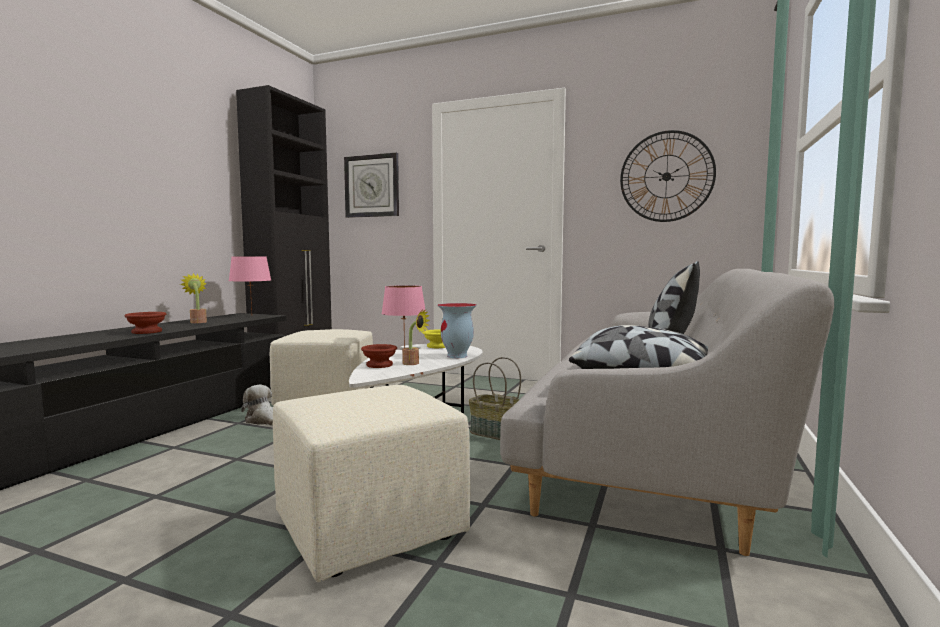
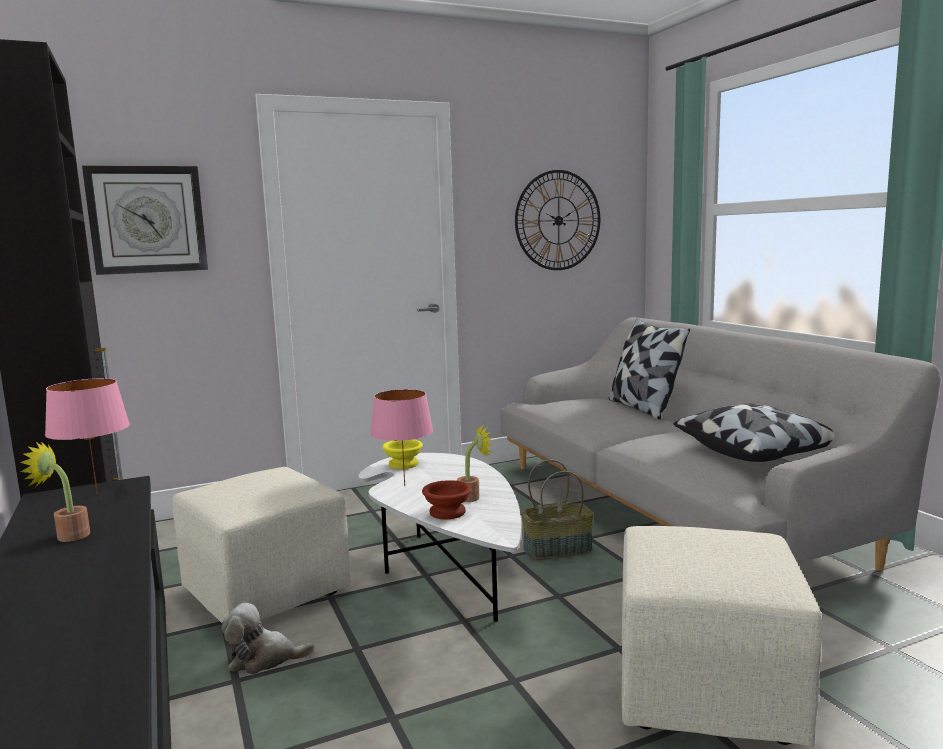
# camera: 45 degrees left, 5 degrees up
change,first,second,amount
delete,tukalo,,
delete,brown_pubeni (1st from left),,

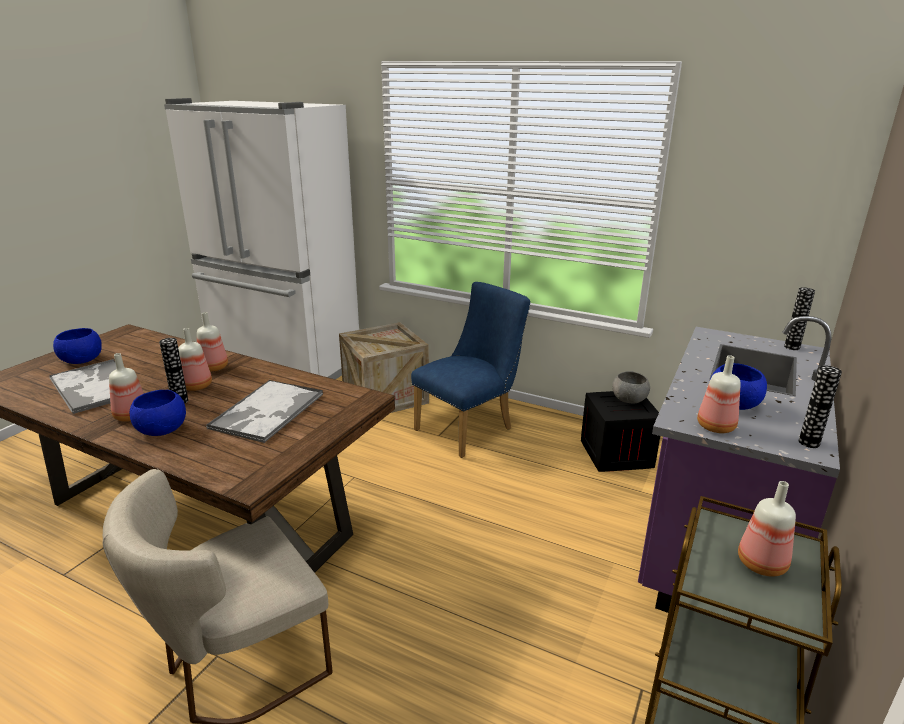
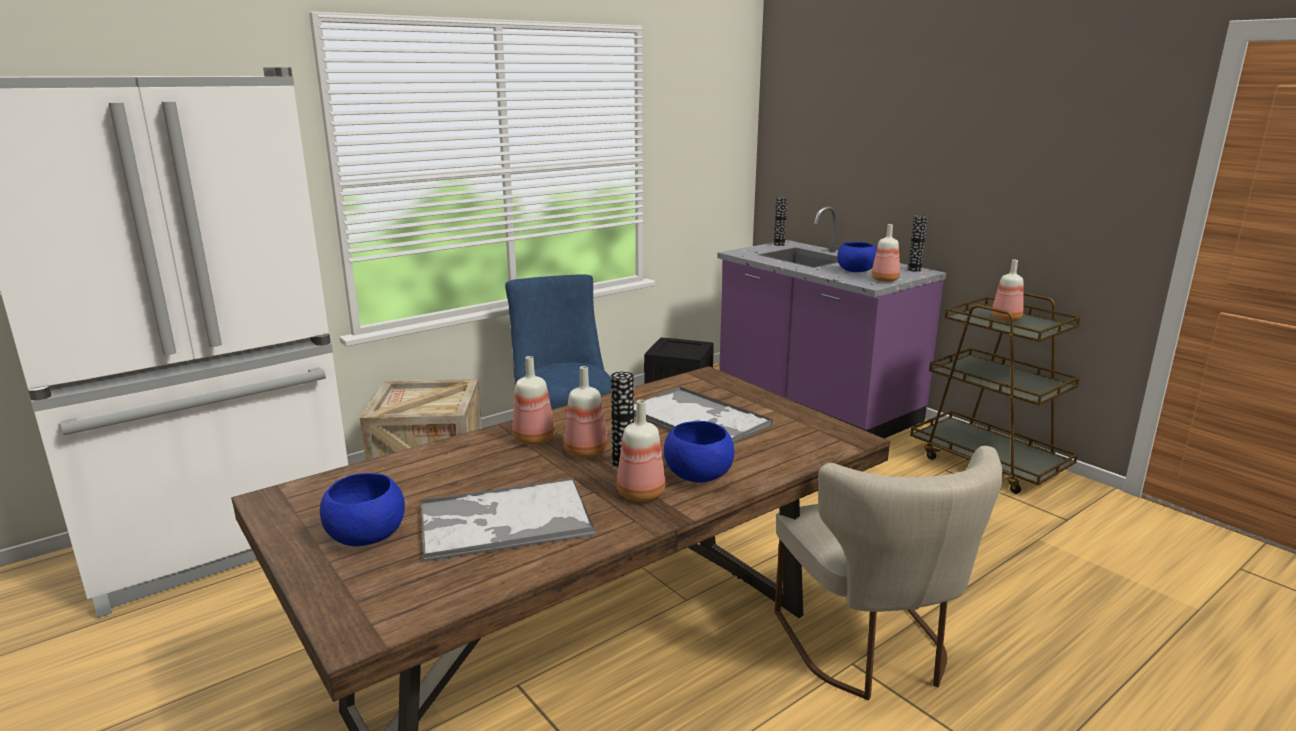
# camera: 65 degrees left, 5 degrees down
change,first,second,amount
delete,grey_pubeni,,

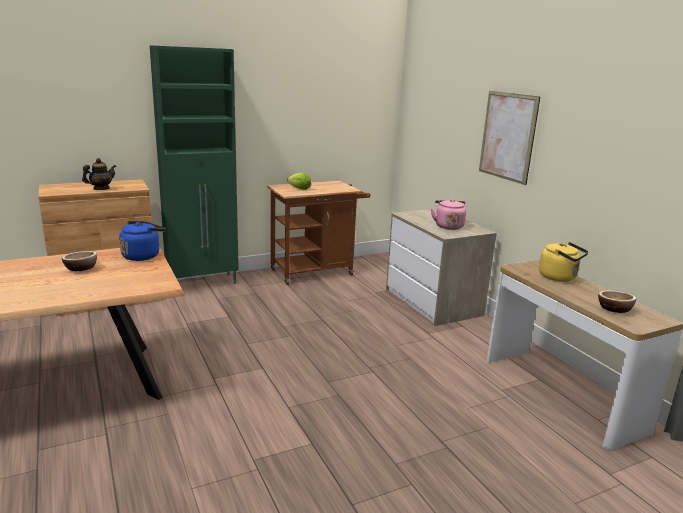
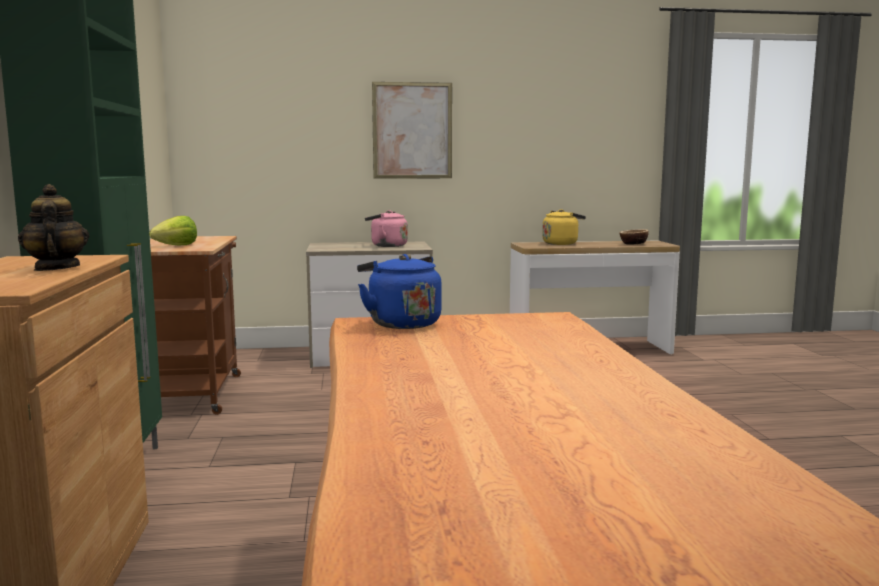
# camera: 70 degrees left, 10 degrees down
change,first,second,amount
delete,pubeni (1st from left),,

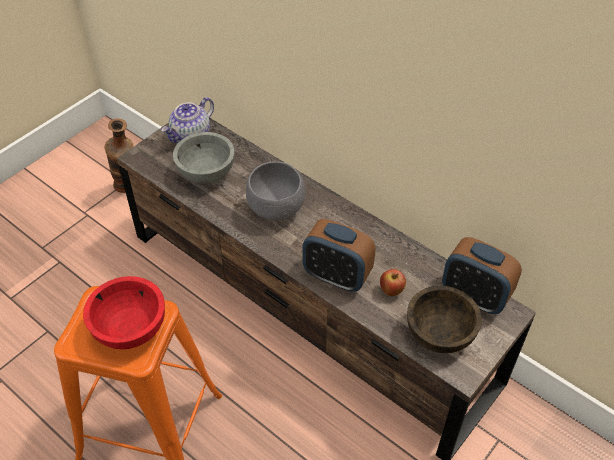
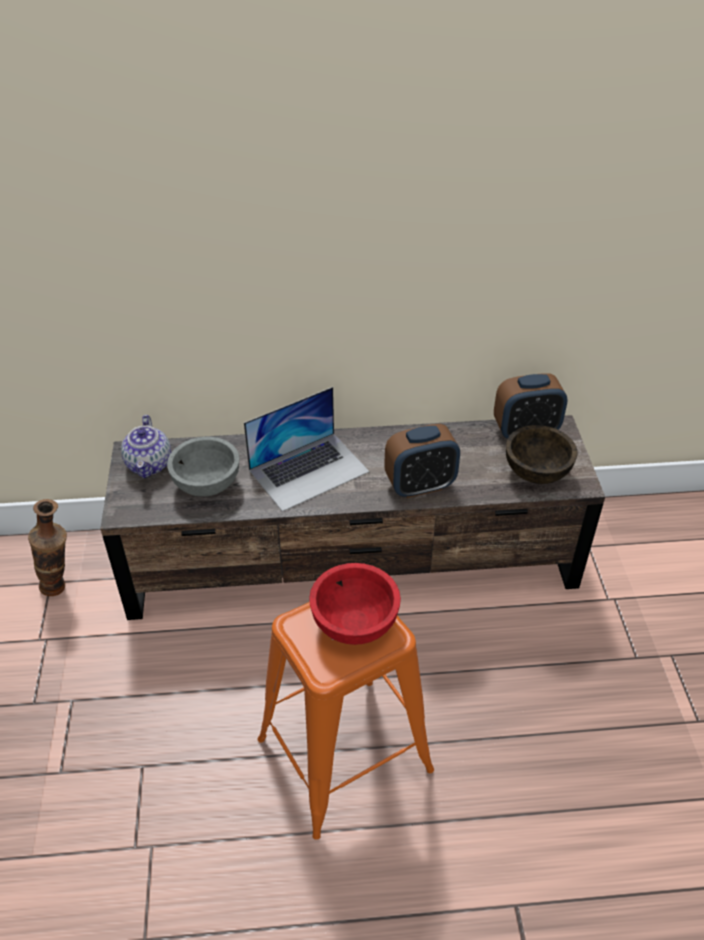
# camera: 45 degrees left, 5 degrees down
change,first,second,amount
replace,grey_pubeni (2nd from left),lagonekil,
delete,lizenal,,

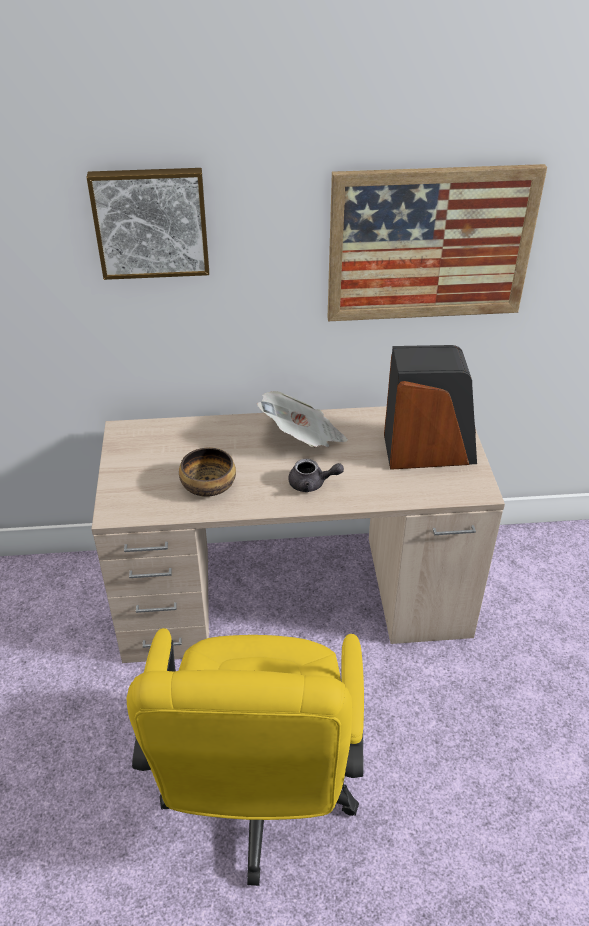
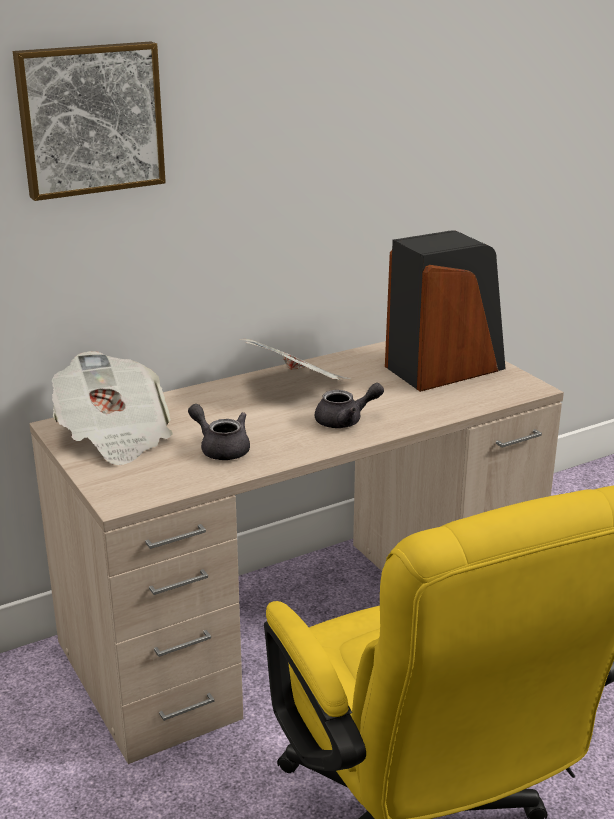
# camera: 25 degrees left, 15 degrees down
change,first,second,amount
delete,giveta (2nd from left),,
replace,pubeni,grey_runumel (1st from left),
insert,,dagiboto (1st from left),

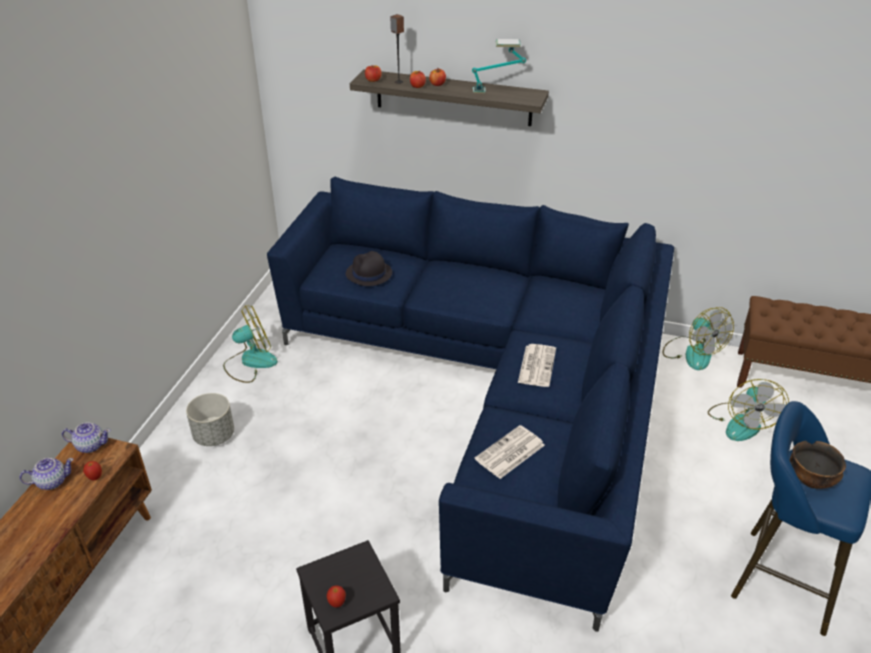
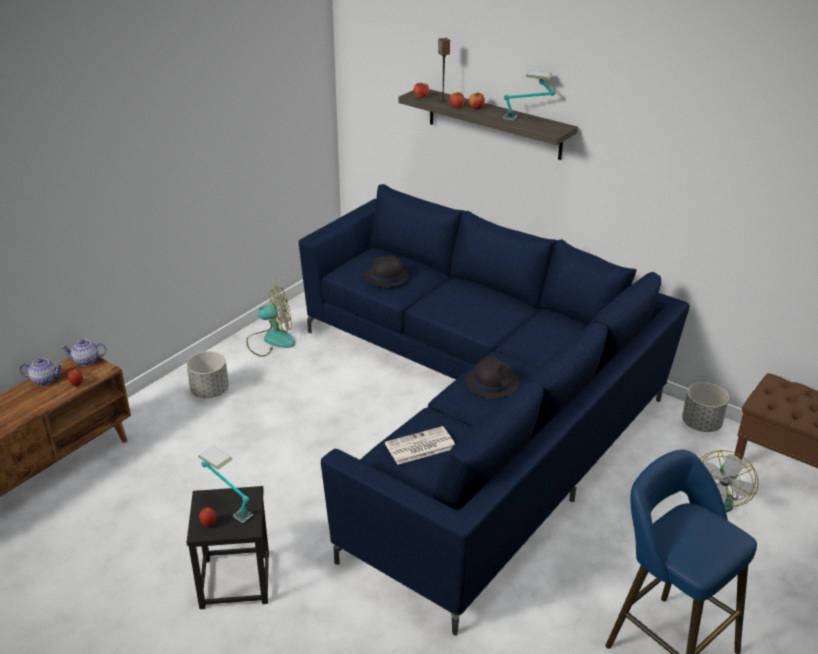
# camera: 20 degrees right, 5 degrees down
change,first,second,amount
replace,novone (2nd from left),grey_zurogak (2nd from left),
replace,dagiboto (2nd from left),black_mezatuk (2nd from left),
rotate,runumel (2nd from left),,150 degrees clockwise
delete,pubeni,,
insert,,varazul (1st from left),

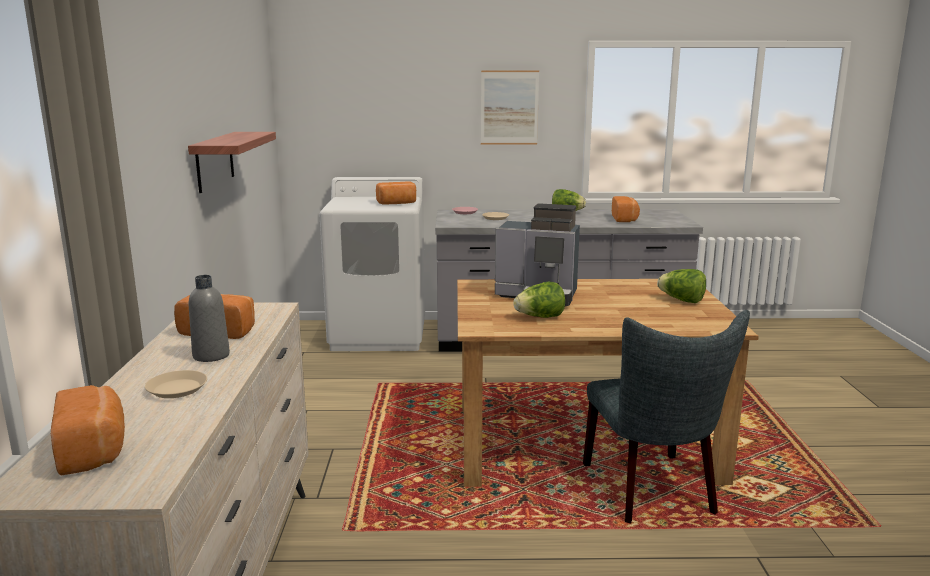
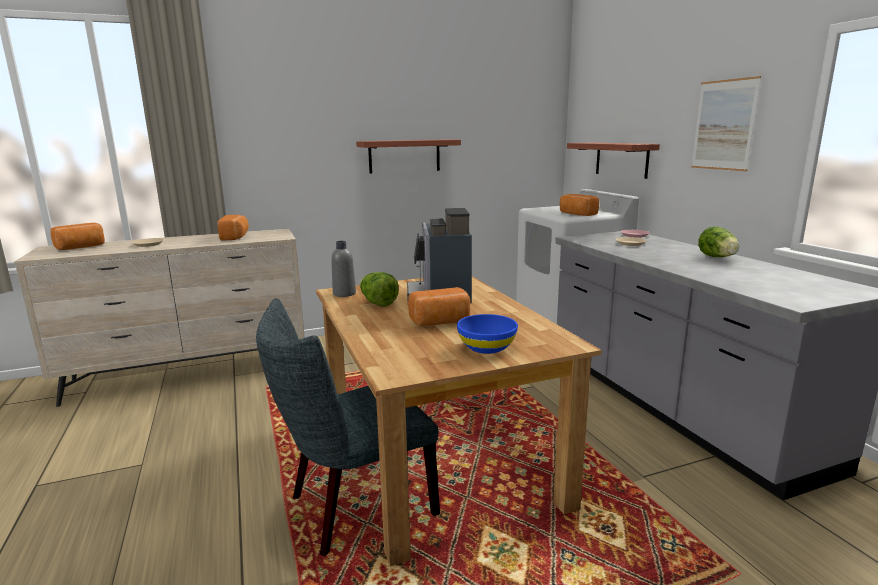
# camera: 70 degrees right, 0 degrees up
change,first,second,amount
move,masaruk (4th from left in the first image),masaruk (3rd from left),
replace,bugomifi (3rd from left),blue_pubeni,
move,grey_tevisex,,
insert,,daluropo (2nd from left),

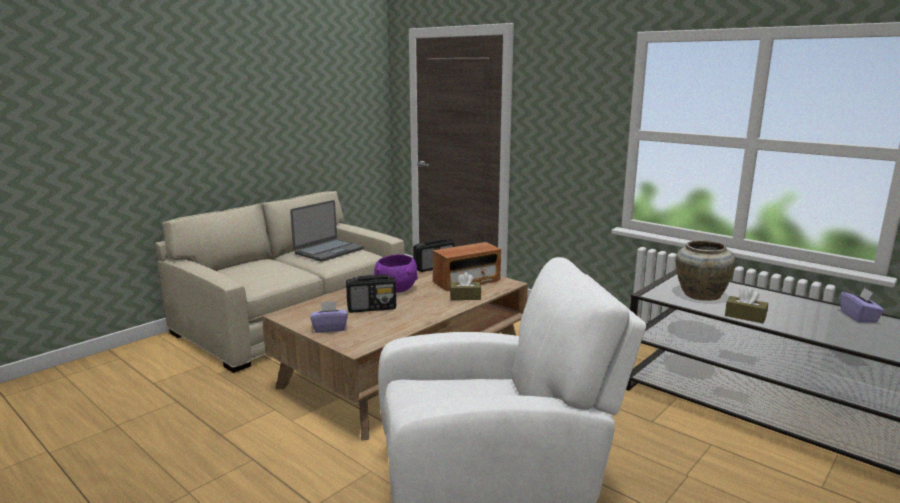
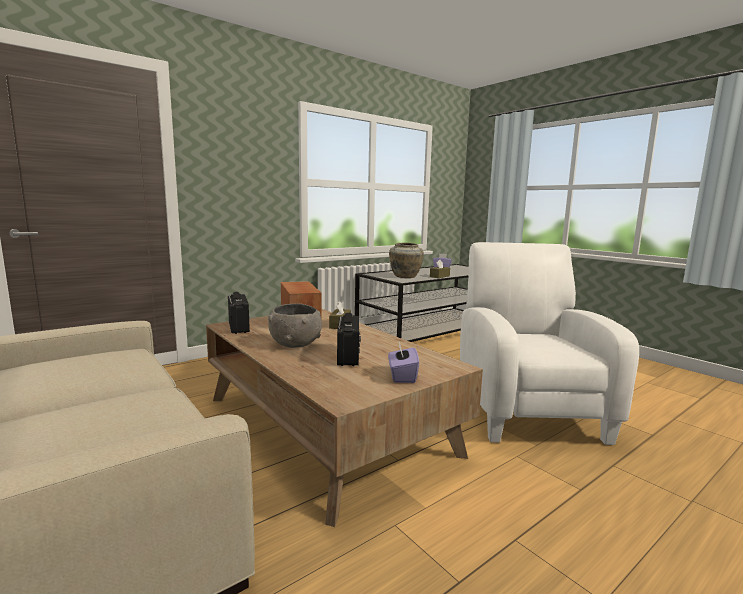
# camera: 80 degrees left, 5 degrees down
change,first,second,amount
delete,lagonekil,,
recolor,purple_pubeni,grey_pubeni,

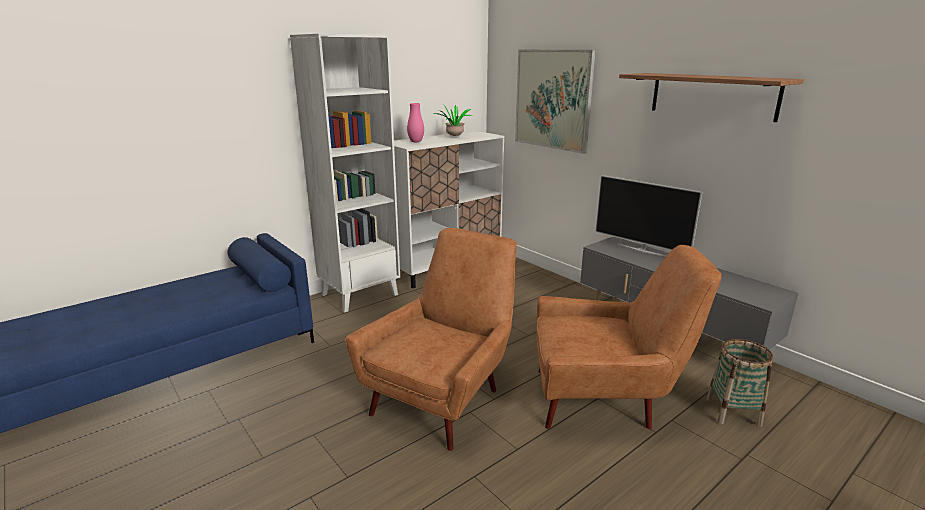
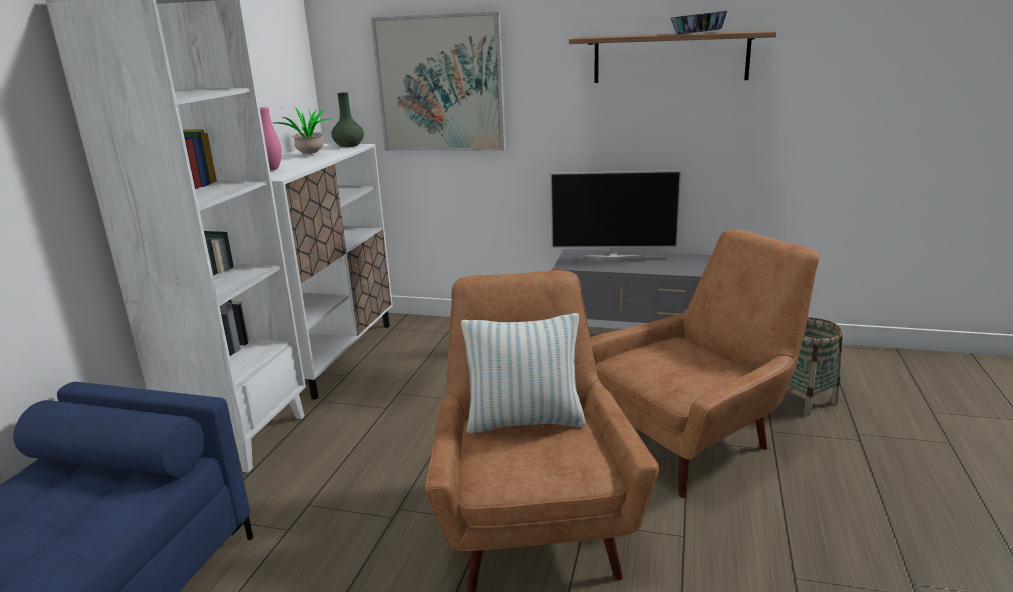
# camera: 35 degrees left, 0 degrees up
change,first,second,amount
insert,,pubeni,
insert,,green_tukalo,
insert,,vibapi,

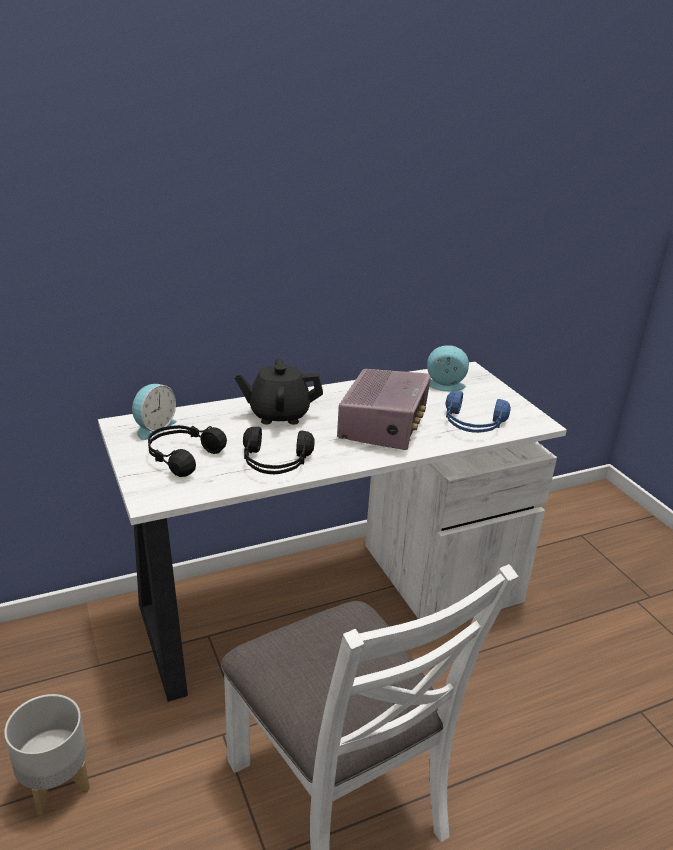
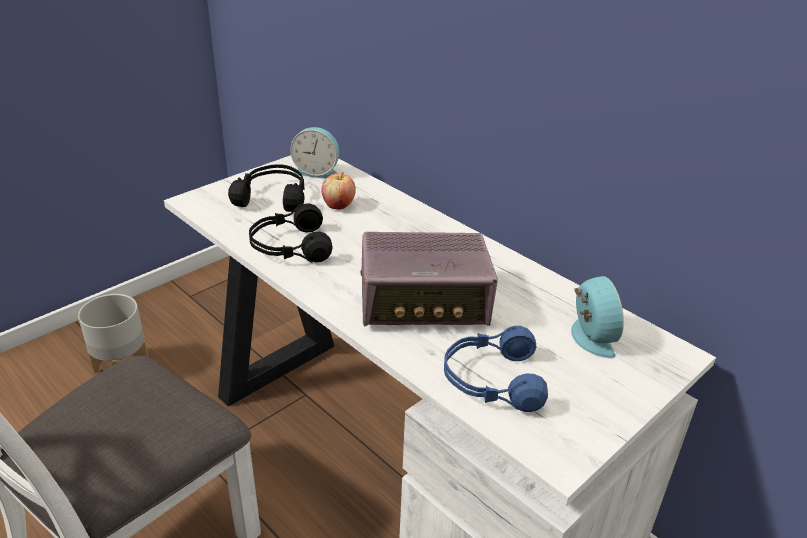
# camera: 70 degrees right, 5 degrees up
change,first,second,amount
delete,black_runumel,,
insert,,lizenal,

